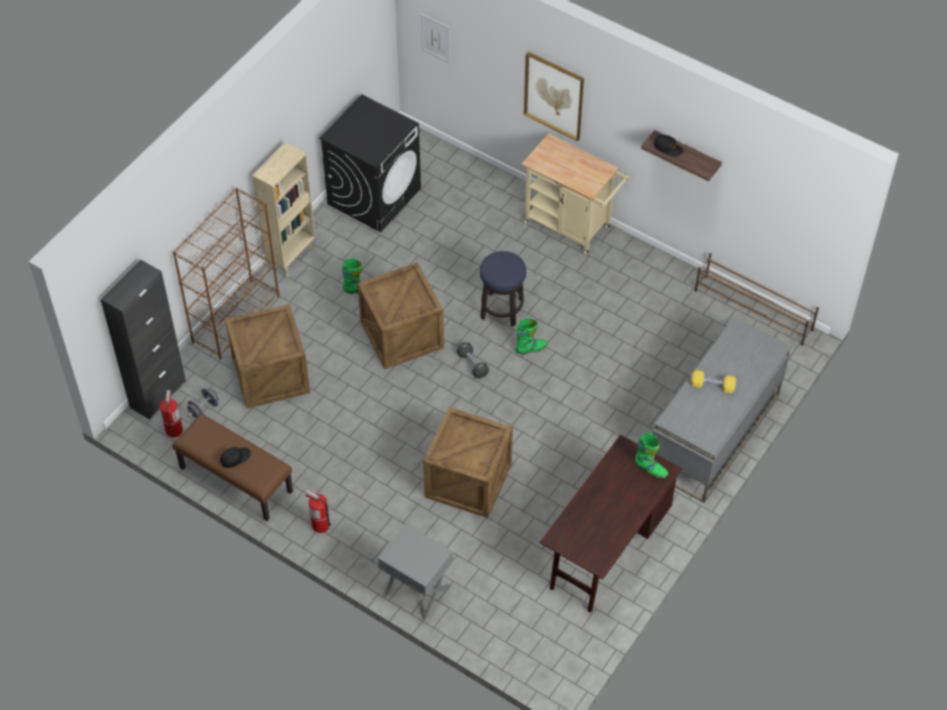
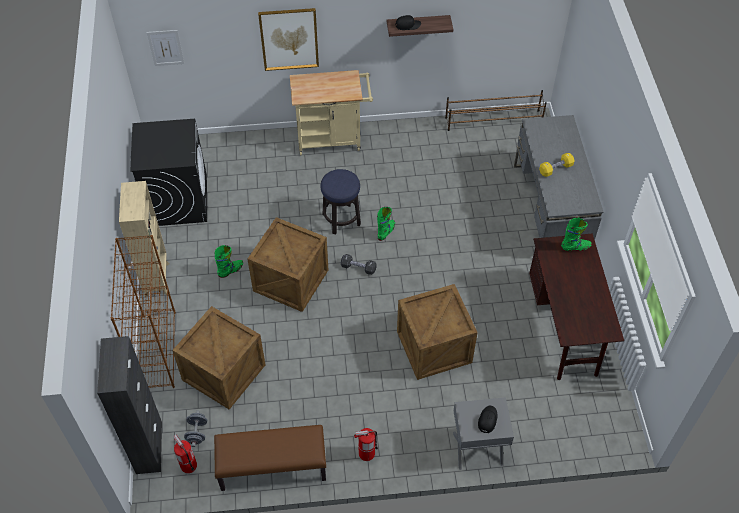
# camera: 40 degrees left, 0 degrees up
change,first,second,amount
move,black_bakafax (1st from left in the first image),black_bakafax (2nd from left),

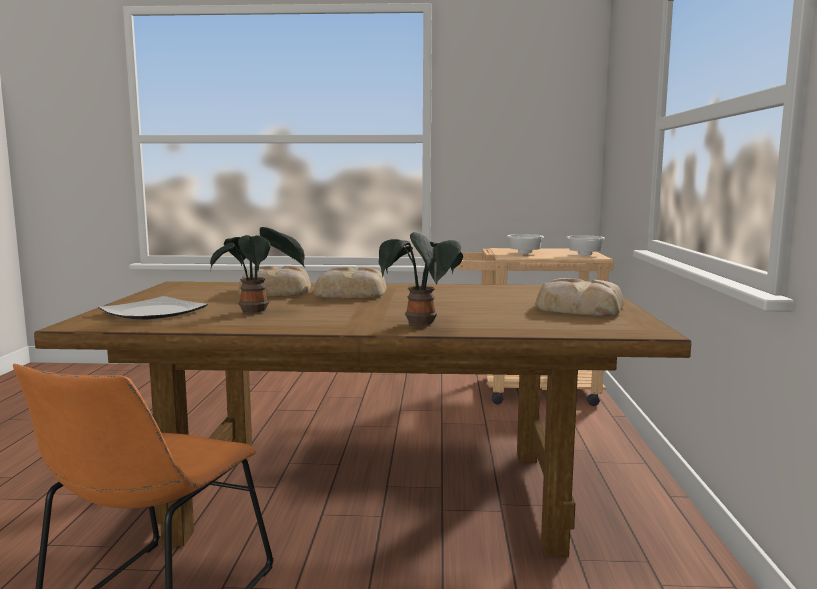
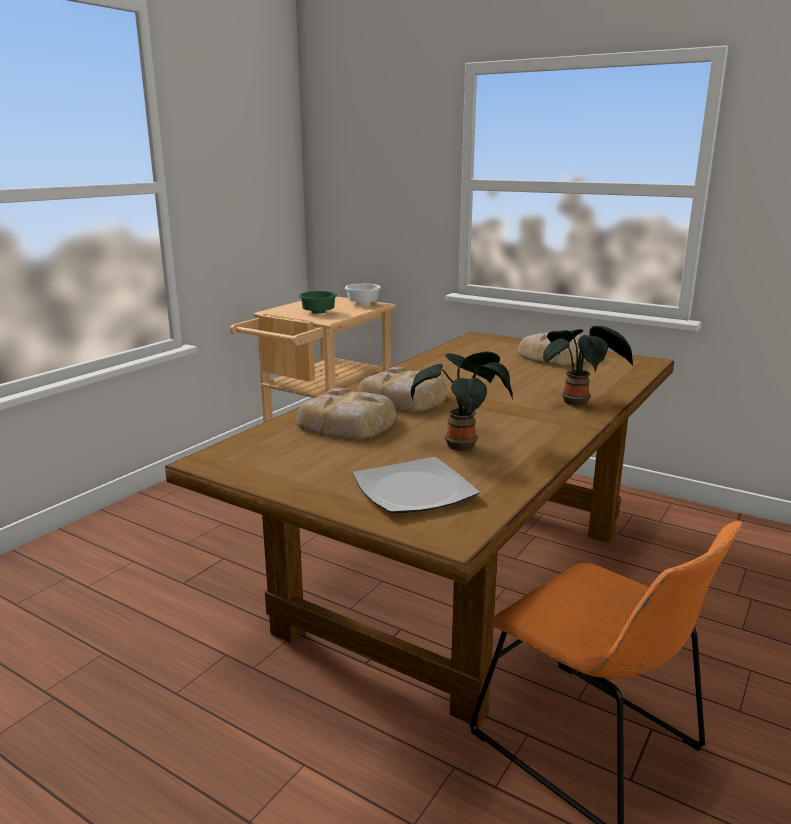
# camera: 60 degrees left, 10 degrees up
change,first,second,amount
recolor,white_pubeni (1st from left),green_pubeni,

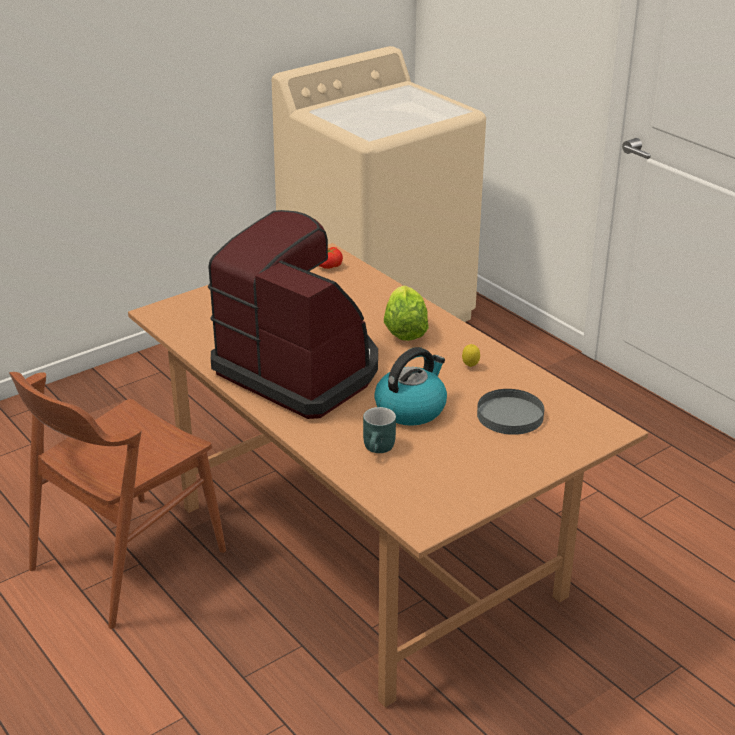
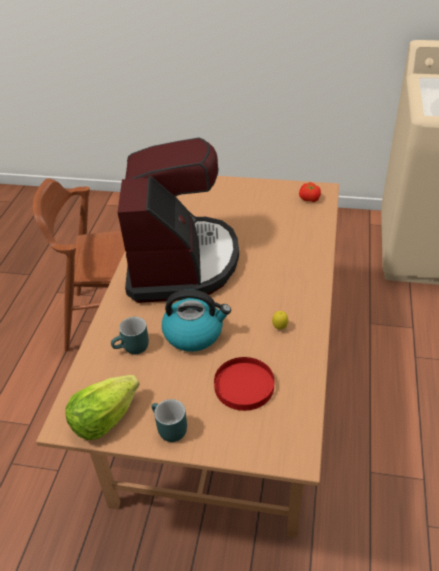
# camera: 50 degrees right, 10 degrees up
change,first,second,amount
move,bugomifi,,
recolor,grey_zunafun,red_zunafun,
insert,,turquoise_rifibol (2nd from left),

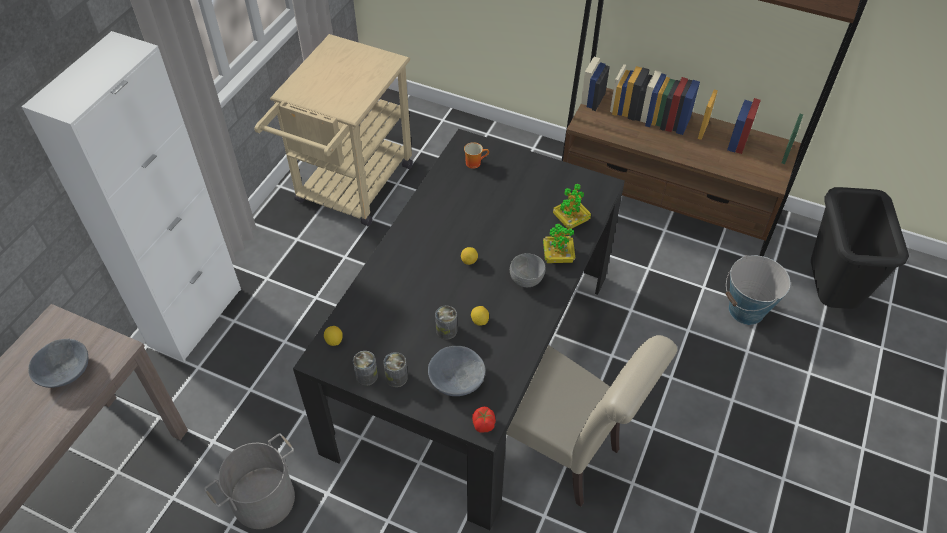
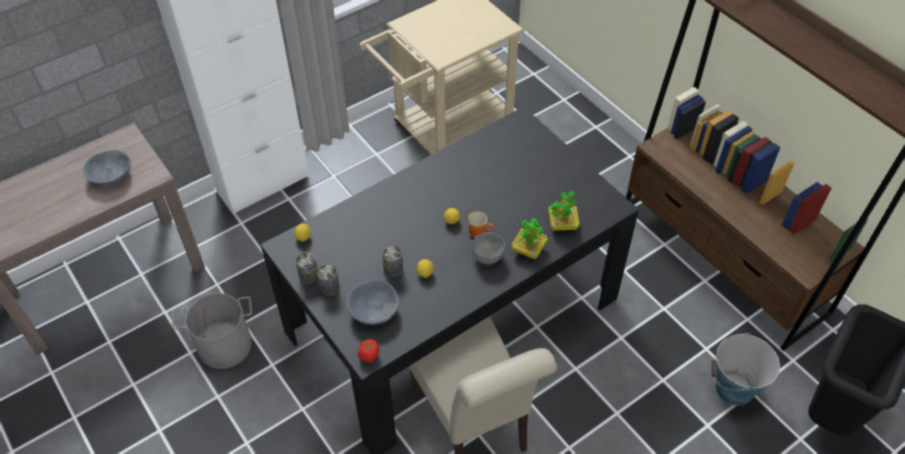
# camera: 30 degrees right, 0 degrees up
change,first,second,amount
move,rifibol,,

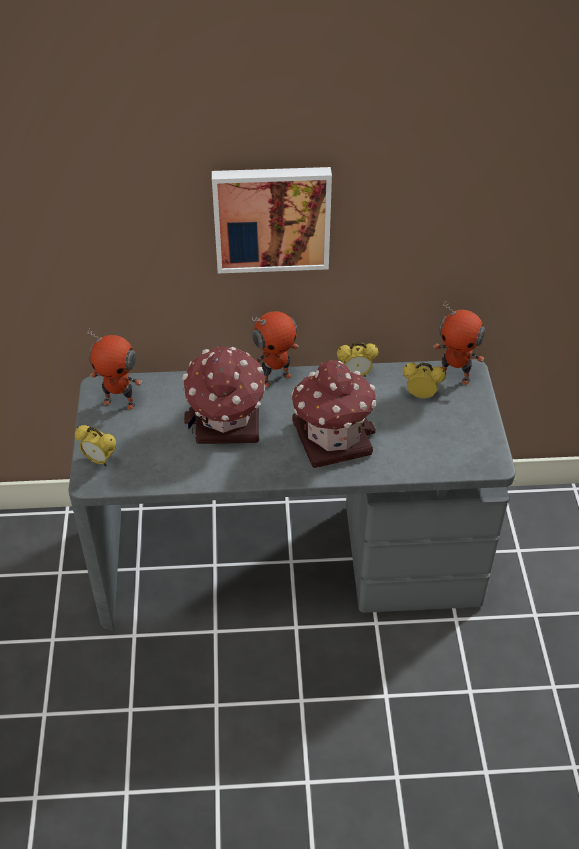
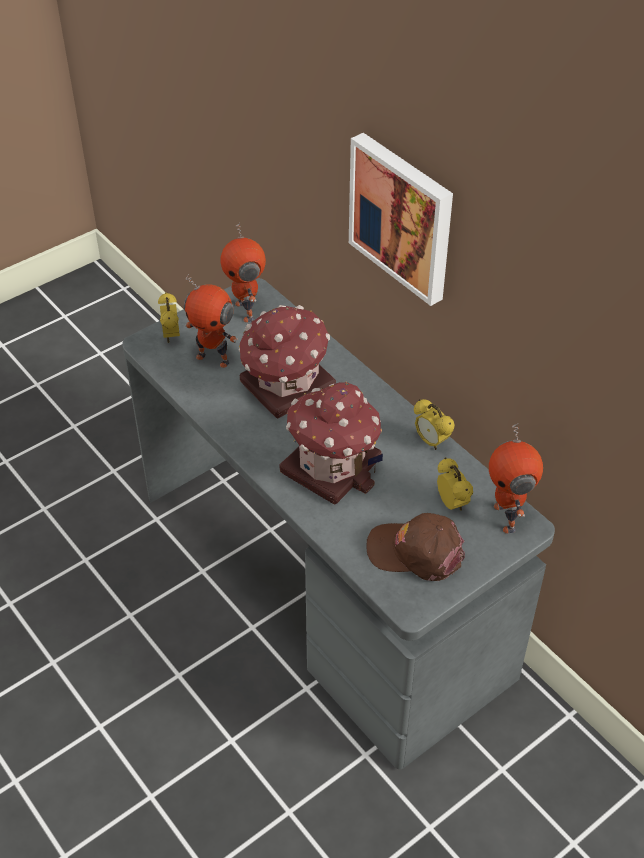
# camera: 55 degrees right, 0 degrees up
change,first,second,amount
move,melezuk (2nd from left in the first image),melezuk (1st from left),
insert,,brown_bakafax,

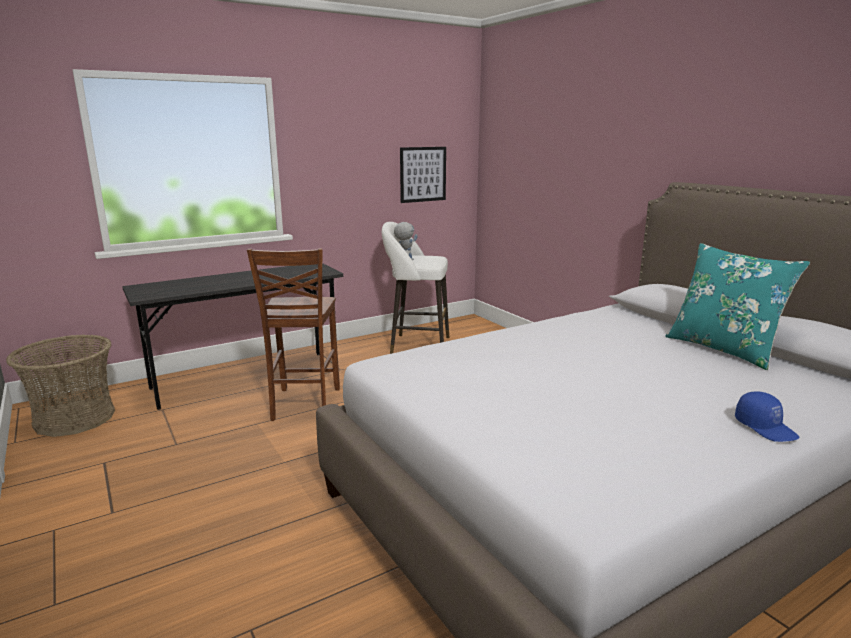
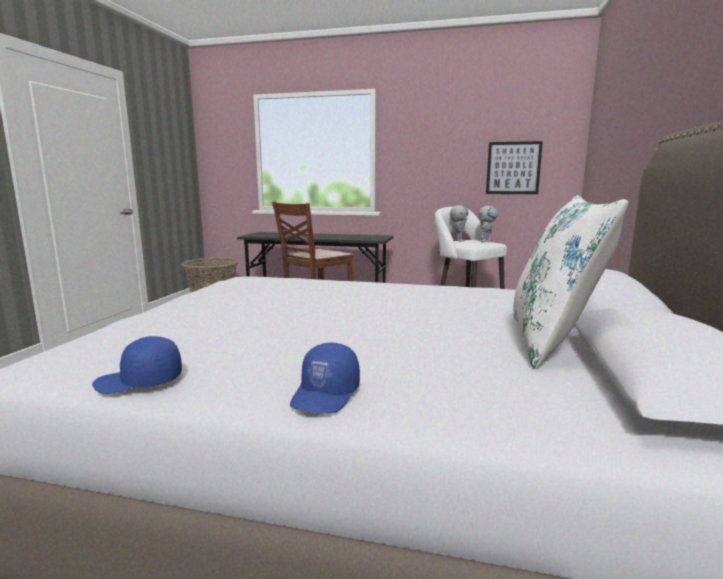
# camera: 45 degrees right, 5 degrees down
change,first,second,amount
recolor,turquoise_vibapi,white_vibapi,
insert,,melezuk (2nd from left),
insert,,blue_bakafax (1st from left),

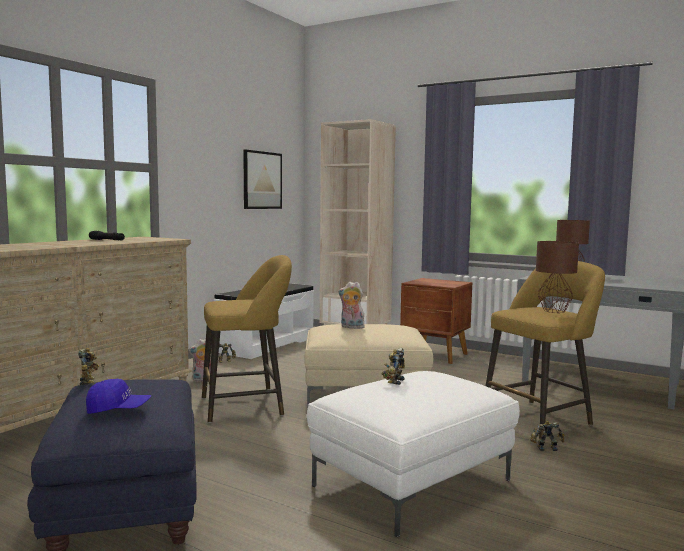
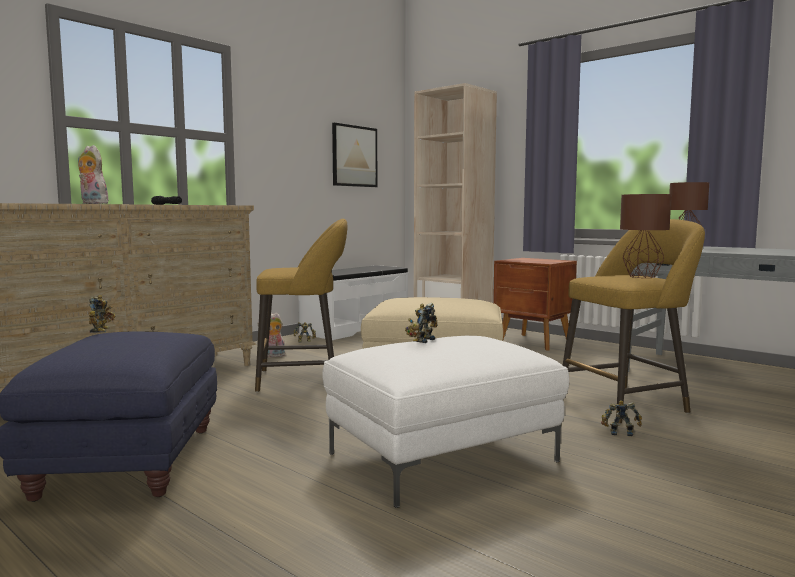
# camera: 10 degrees right, 0 degrees up
change,first,second,amount
move,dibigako (2nd from left in the first image),dibigako (1st from left),
delete,blue_bakafax,,

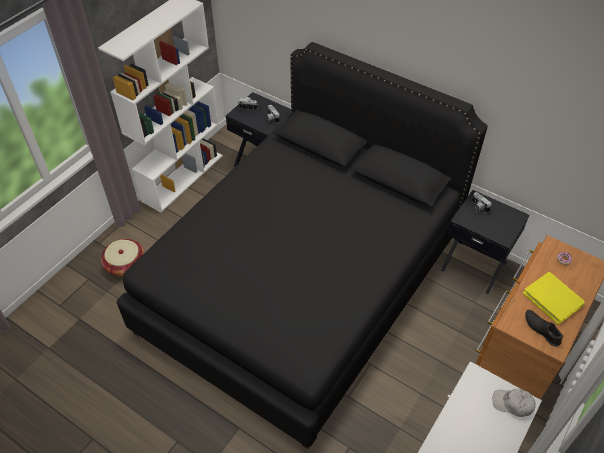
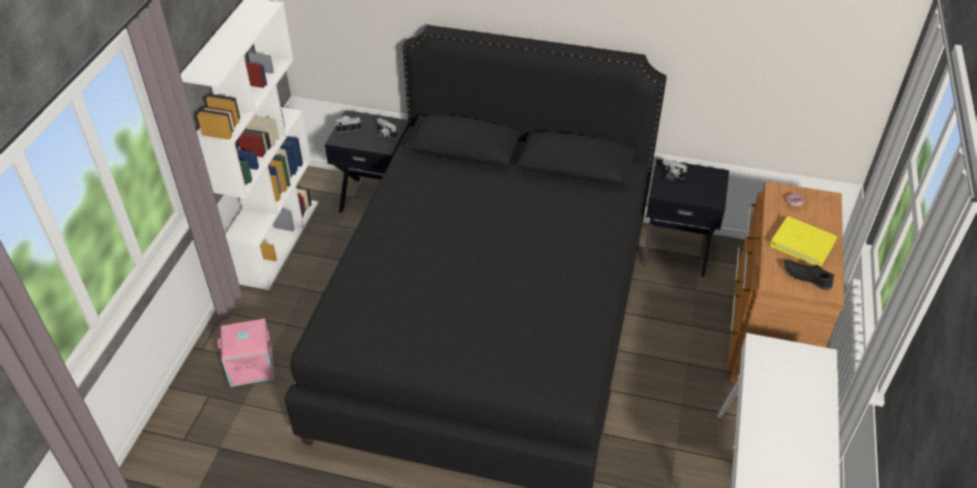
# camera: 20 degrees left, 5 degrees down
change,first,second,amount
replace,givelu,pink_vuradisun,
delete,white_bakafax,,

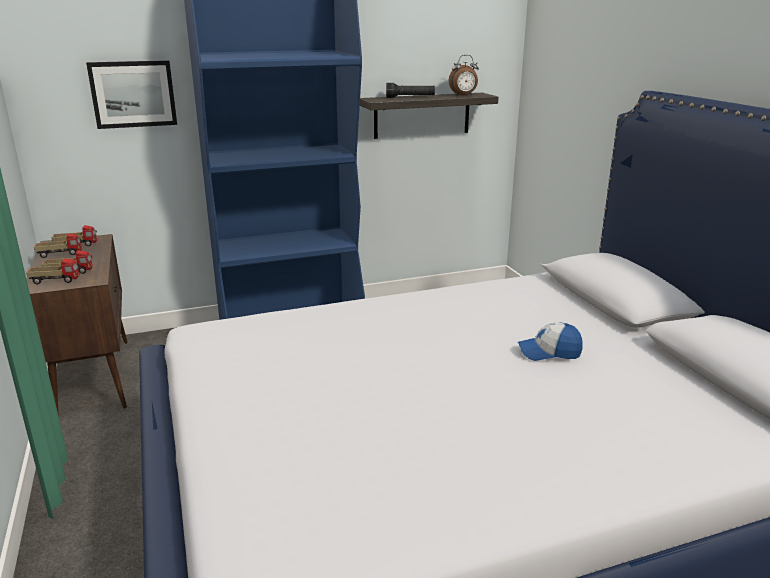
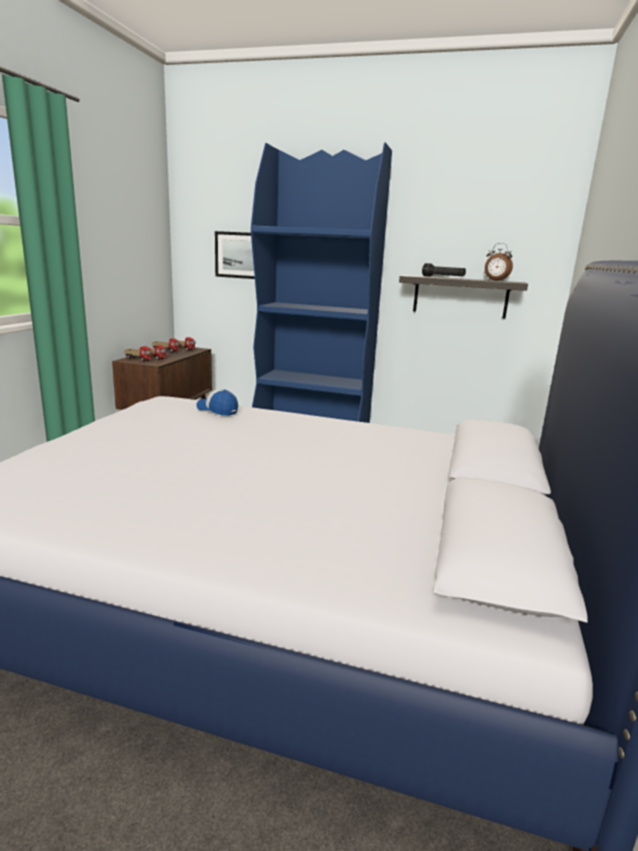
# camera: 35 degrees right, 5 degrees down
change,first,second,amount
move,bakafax,,

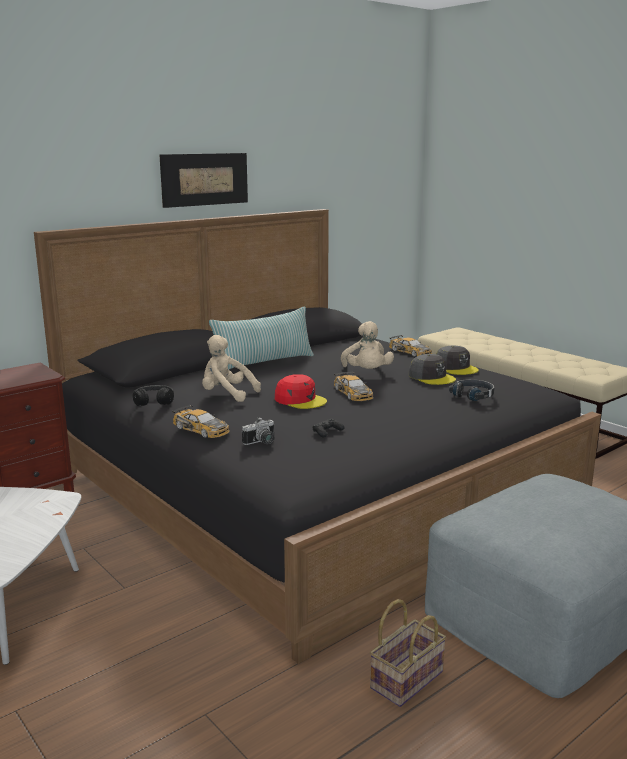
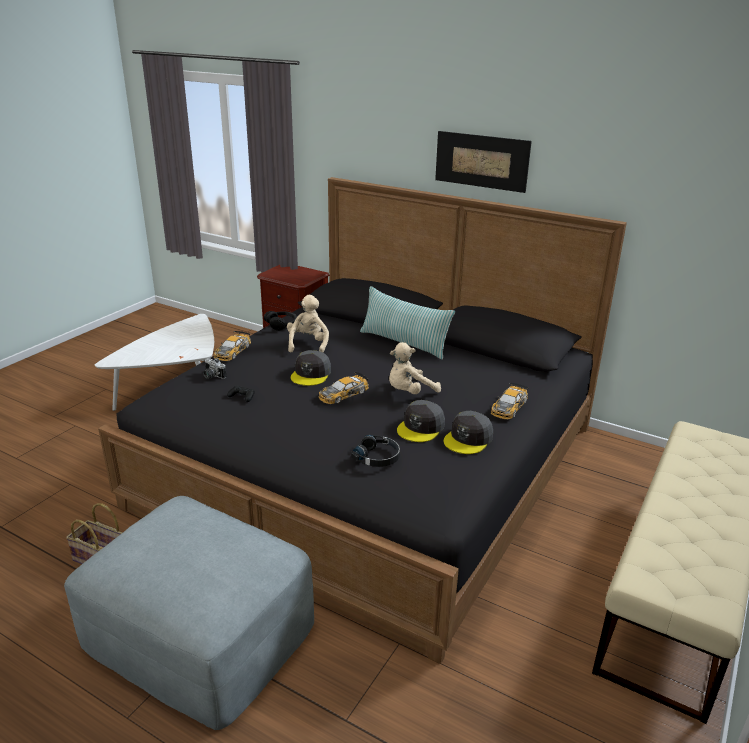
# camera: 70 degrees right, 10 degrees up
change,first,second,amount
recolor,red_bakafax,grey_bakafax (1st from left),

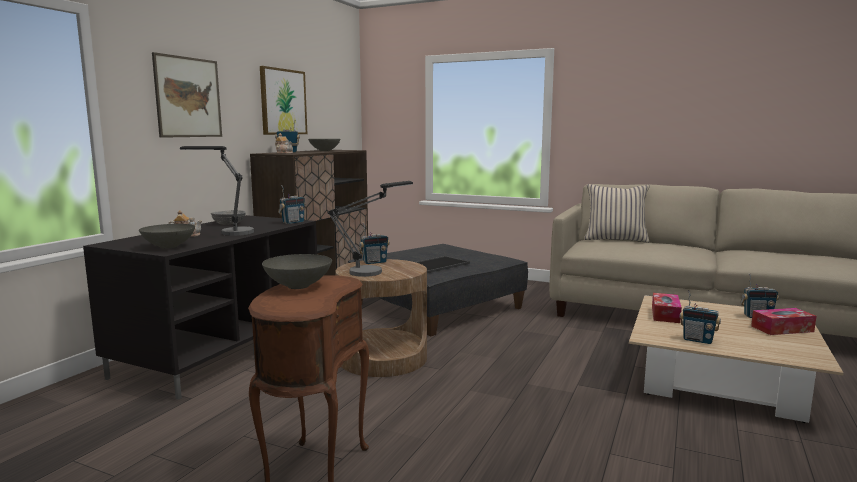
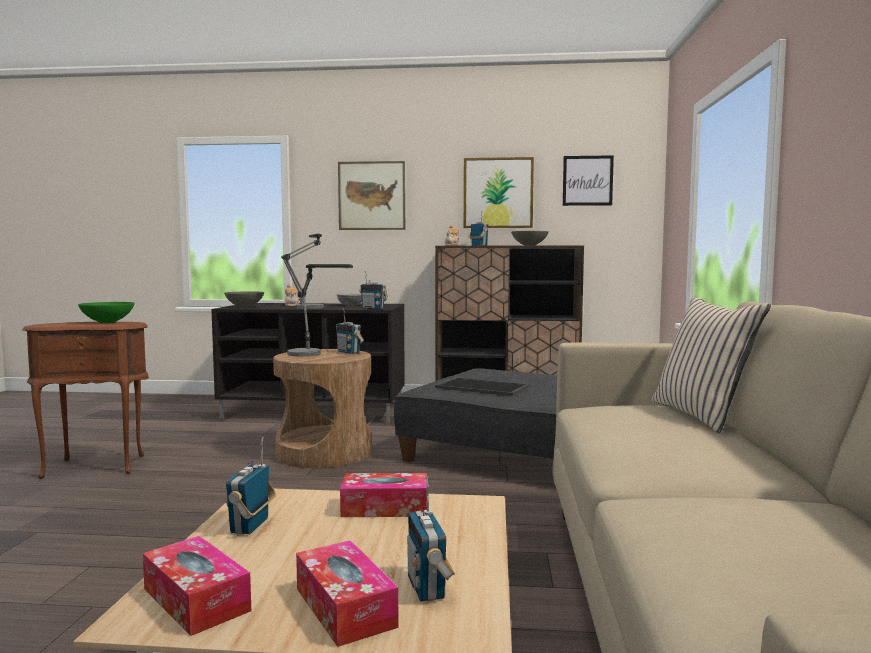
# camera: 70 degrees right, 5 degrees down
change,first,second,amount
recolor,grey_pubeni (3rd from left),green_pubeni,
insert,,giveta (3rd from left),
insert,,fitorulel (1st from left),

